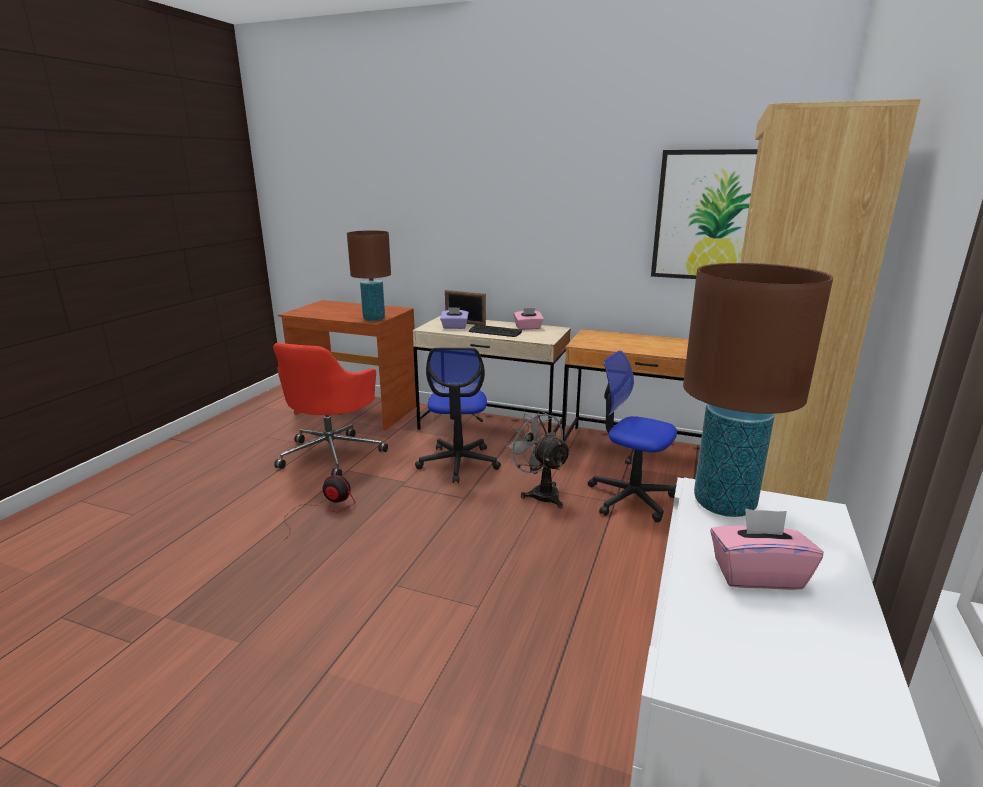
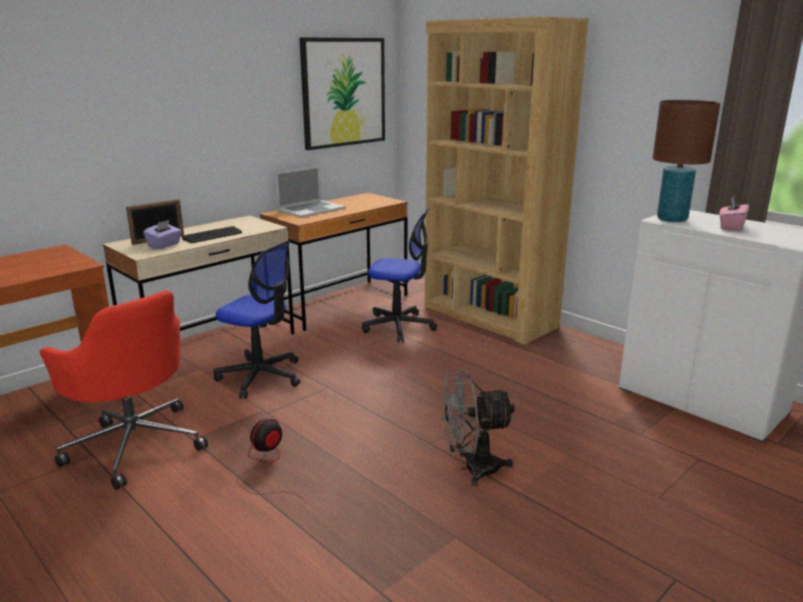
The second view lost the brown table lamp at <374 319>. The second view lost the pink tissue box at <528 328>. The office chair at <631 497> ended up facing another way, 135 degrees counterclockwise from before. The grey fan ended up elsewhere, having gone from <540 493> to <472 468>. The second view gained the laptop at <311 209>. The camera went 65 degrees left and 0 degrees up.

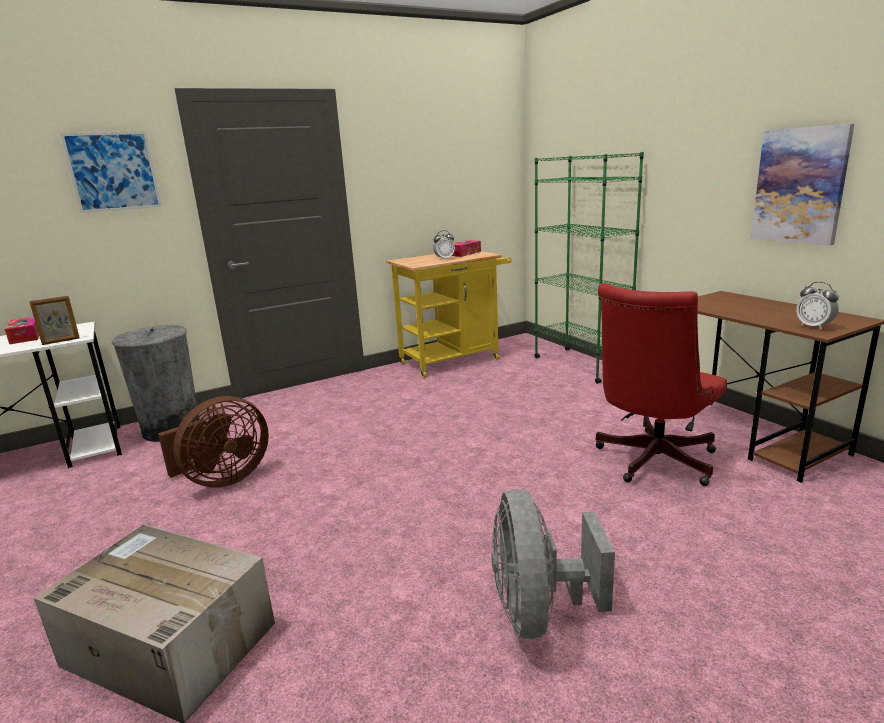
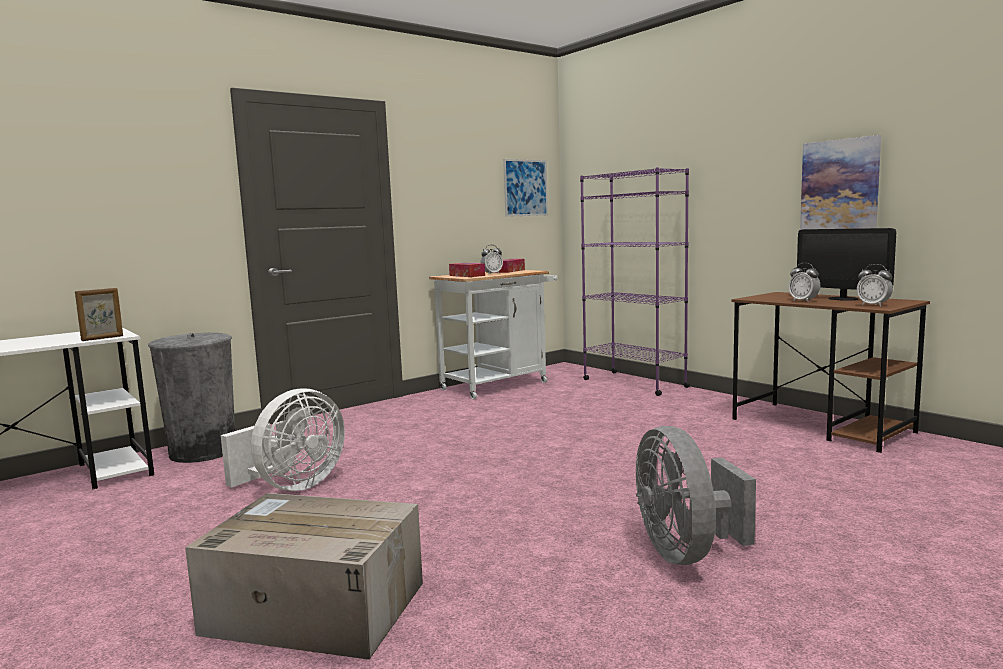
The picture ended up elsewhere, having gone from <113 171> to <525 188>. What was the green bookcase at <581 365> turned into the purple bookcase at <634 383>. What was the yellow cart at <454 360> turned into the white cart at <499 384>. The second view lost the red office chair at <651 462>. The tissue box ended up elsewhere, having gone from <26 337> to <467 275>. What was the brown fan at <222 479> turned into the white fan at <292 486>. The second view gained the monitor at <843 299>. The second view gained the alarm clock at <803 301>. The camera went 10 degrees left and 10 degrees down.

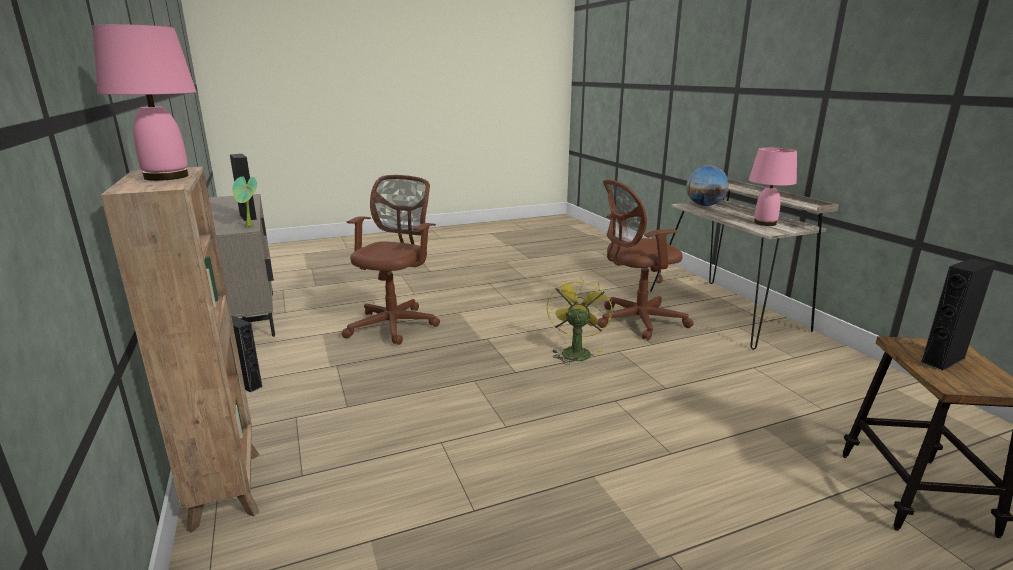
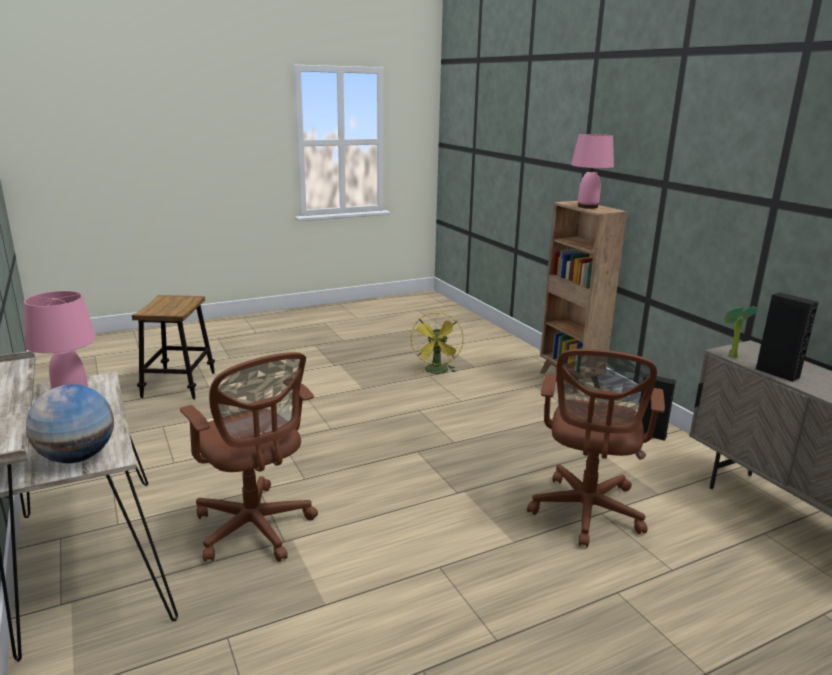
The brown office chair at <636 321> ended up facing another way, 75 degrees clockwise from before. The second view lost the black speaker at <943 360>. The yellow fan ended up elsewhere, having gone from <575 351> to <437 372>. The camera went 175 degrees right and 0 degrees up.

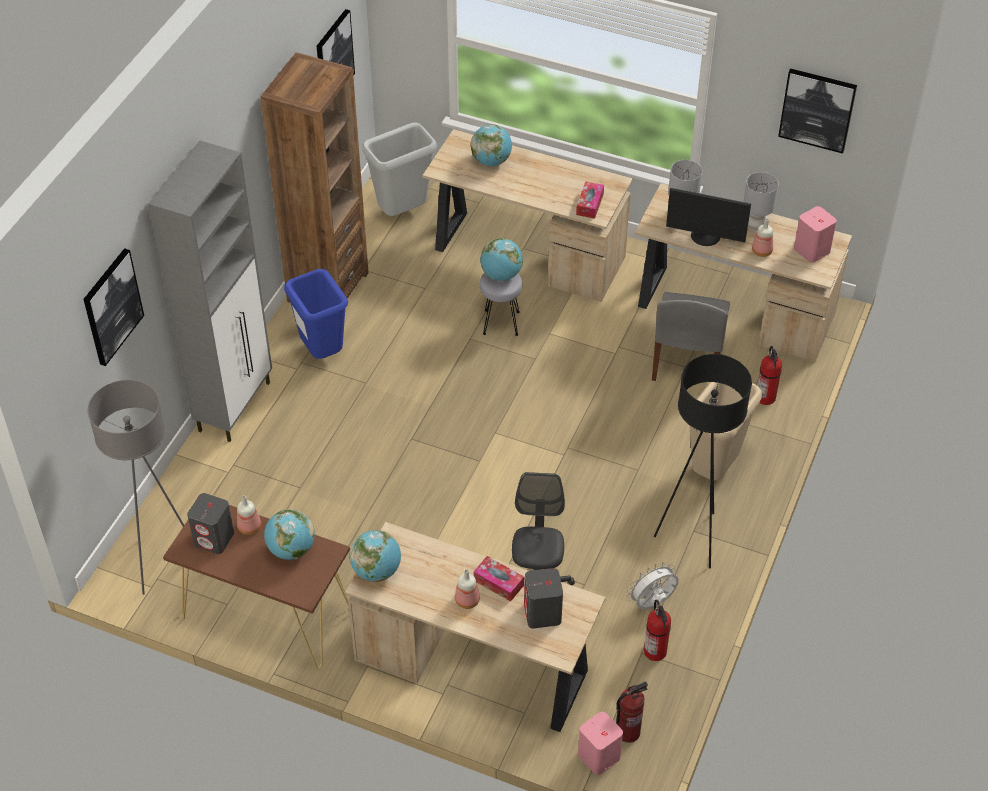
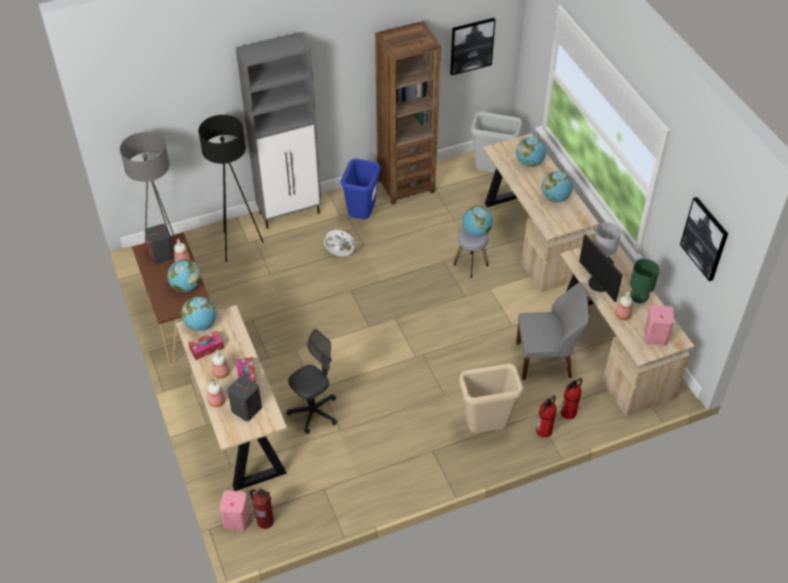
What was the grey table lamp at <755 225> turned into the green table lamp at <639 298>. The tissue box ended up elsewhere, having gone from <589 204> to <207 348>. The second view lost the picture at <112 306>. The grey chair at <686 364> ended up facing another way, 150 degrees counterclockwise from before. The black floor lamp ended up elsewhere, having gone from <693 538> to <238 245>. The white fan ended up elsewhere, having gone from <652 604> to <340 255>. The fire extinguisher ended up elsewhere, having gone from <656 652> to <544 431>. The second view gained the globe at <555 198>. The second view gained the bottle at <216 401>. The camera went 45 degrees right and 0 degrees up.

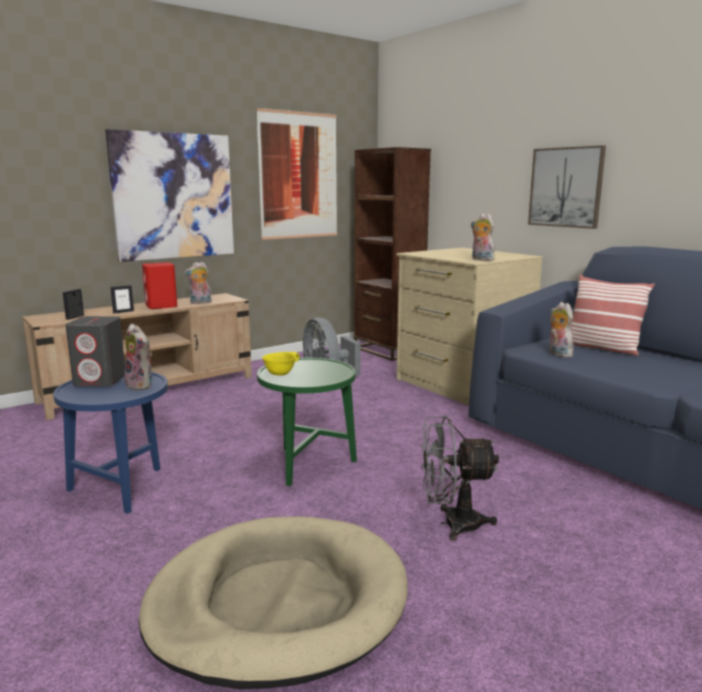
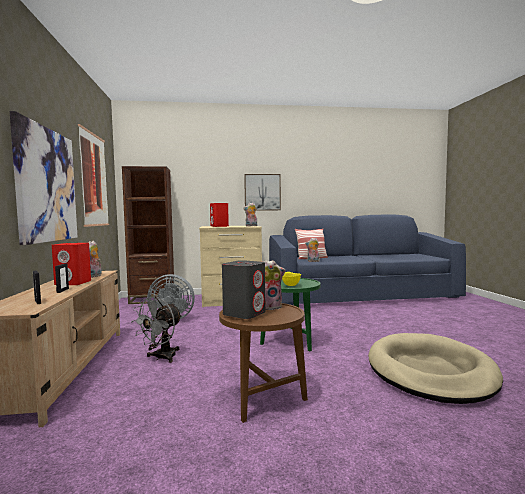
What was the blue side table at <122 487> turned into the brown side table at <262 398>. The grey fan ended up elsewhere, having gone from <452 524> to <161 358>. The second view gained the red speaker at <219 226>. The camera went 60 degrees left and 10 degrees down.

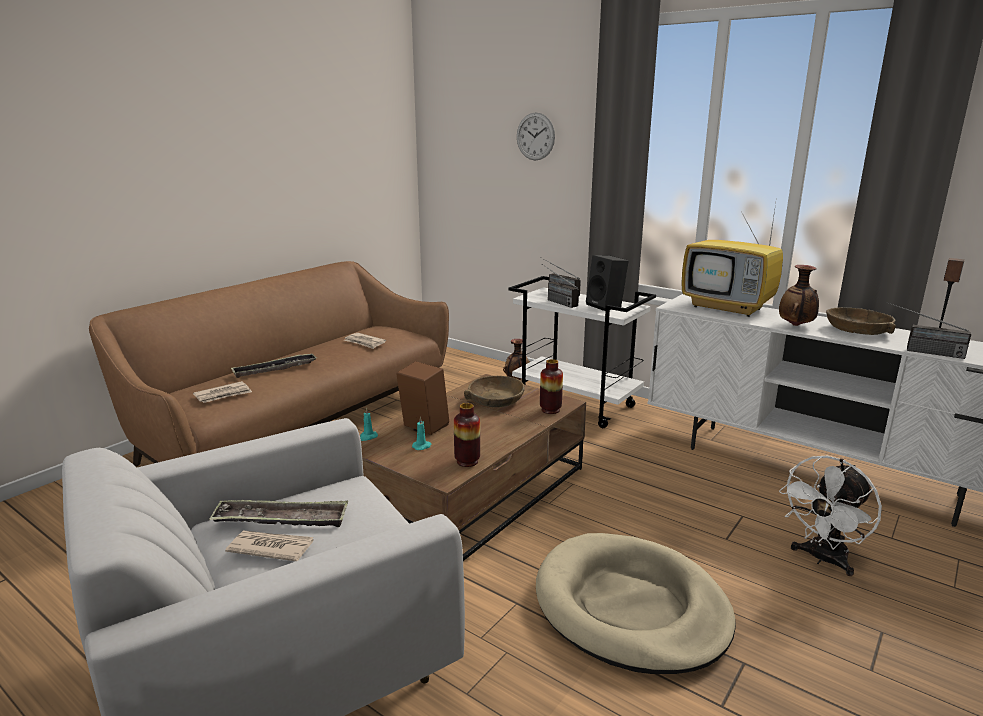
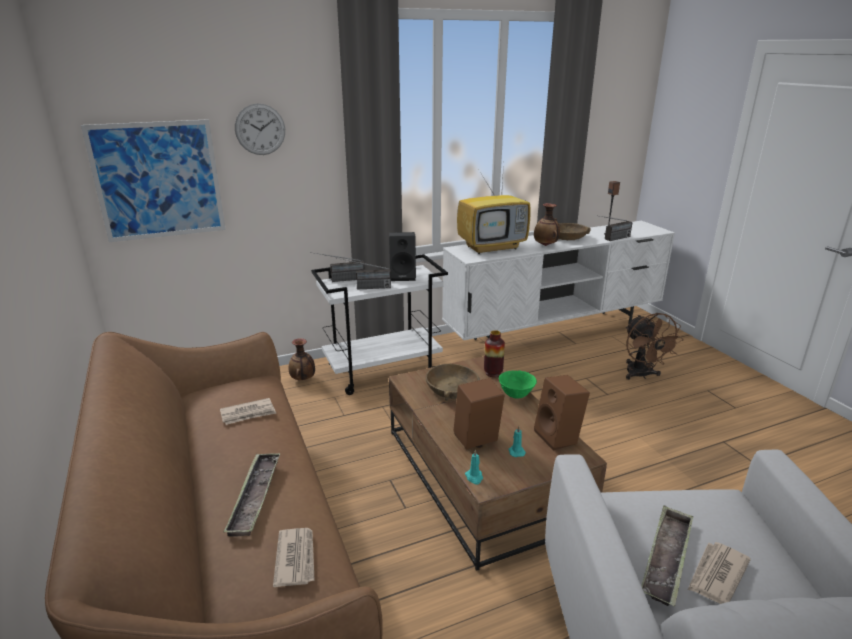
Where the vase stood at <467 461>, the brown speaker came to stand at <559 437>. What was the white fan at <822 559> turned into the brown fan at <641 375>. The second view lost the beige dog bed at <630 607>. The second view gained the picture at <158 180>. The second view gained the green bowl at <516 395>. The camera went 60 degrees left and 5 degrees up.

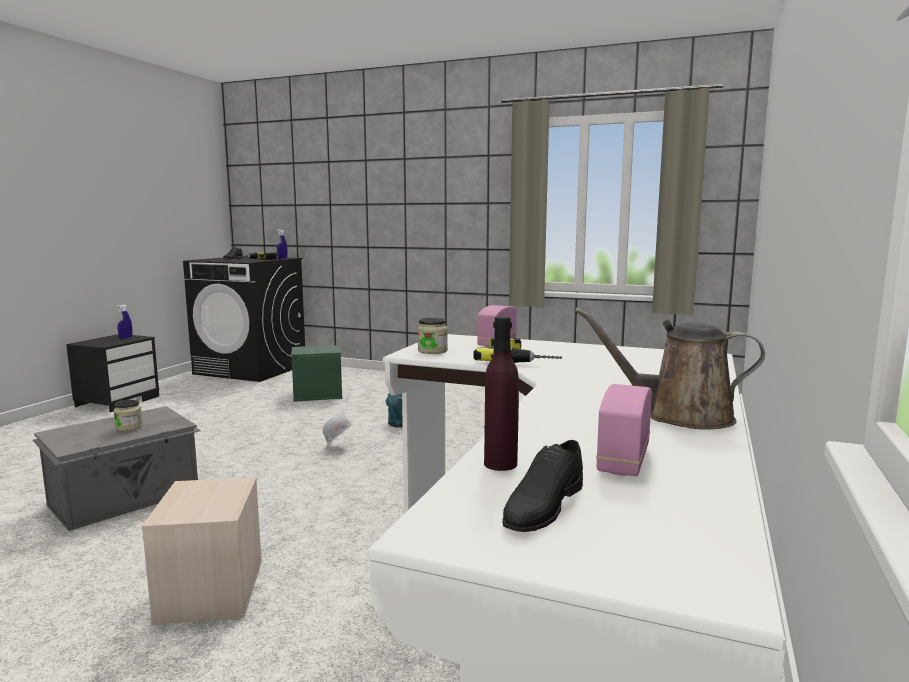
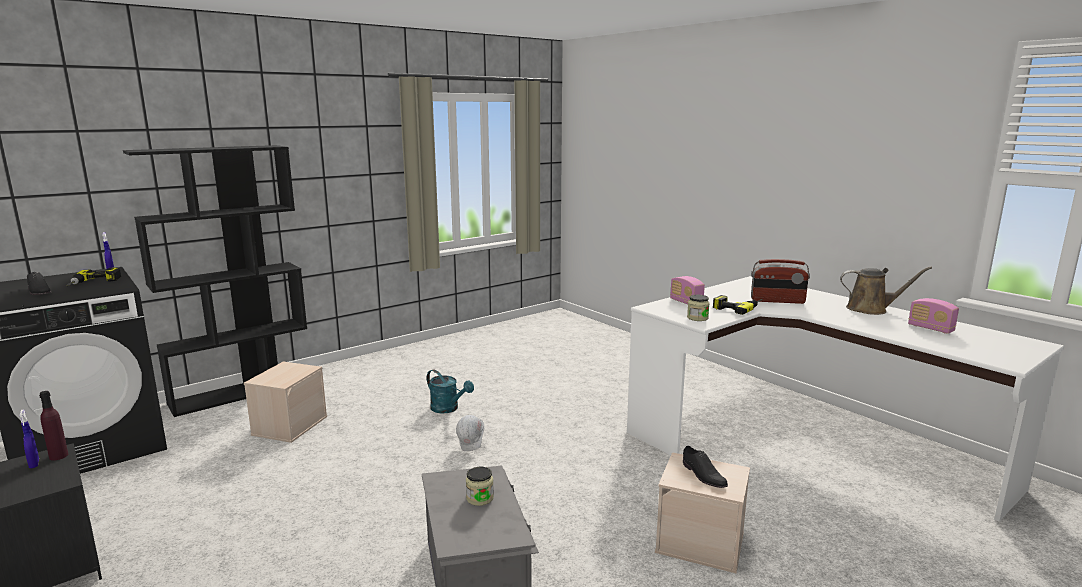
The brown watering can at <679 416> ended up facing another way, 120 degrees counterclockwise from before. The purple bottle ended up elsewhere, having gone from <500 464> to <58 456>. What was the green storage box at <318 394> turned into the beige storage box at <290 425>. The black shoe ended up elsewhere, having gone from <543 504> to <703 475>. The second view gained the black bookcase at <243 392>. The second view gained the radio at <777 301>. The camera went 60 degrees left and 5 degrees up.

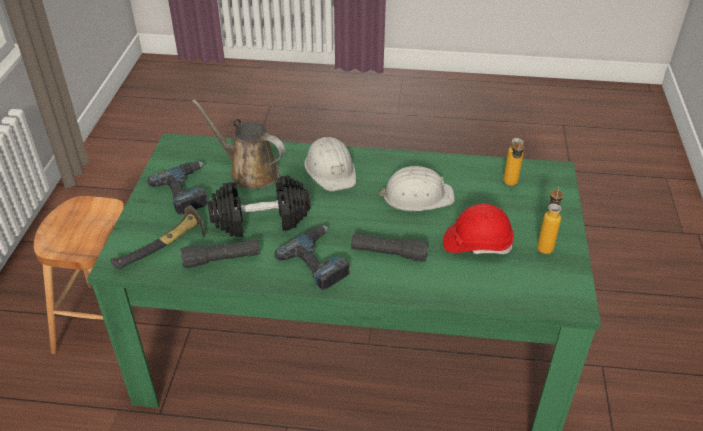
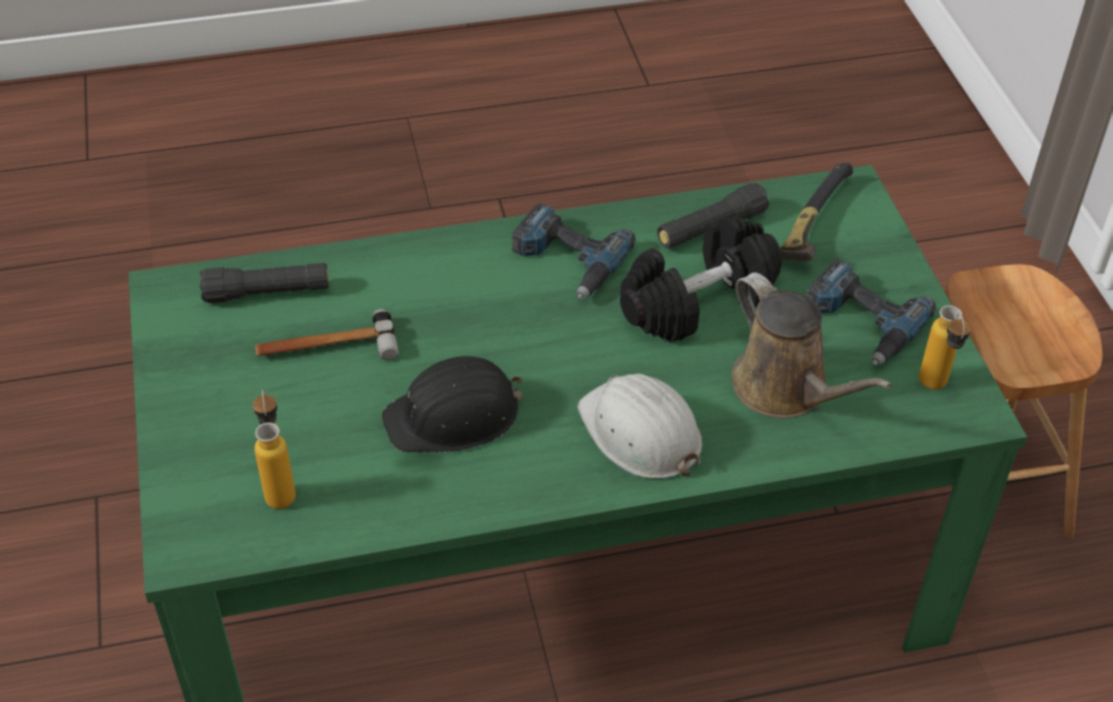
The brown watering can at <250 171> ended up facing another way, 45 degrees clockwise from before. What was the white hard hat at <417 196> turned into the black hard hat at <454 416>. The bottle ended up elsewhere, having gone from <545 244> to <935 389>. Where the red hard hat stood at <477 244>, the hammer came to stand at <326 348>. The black flashlight ended up elsewhere, having gone from <389 253> to <267 293>. The camera went 160 degrees right and 5 degrees up.

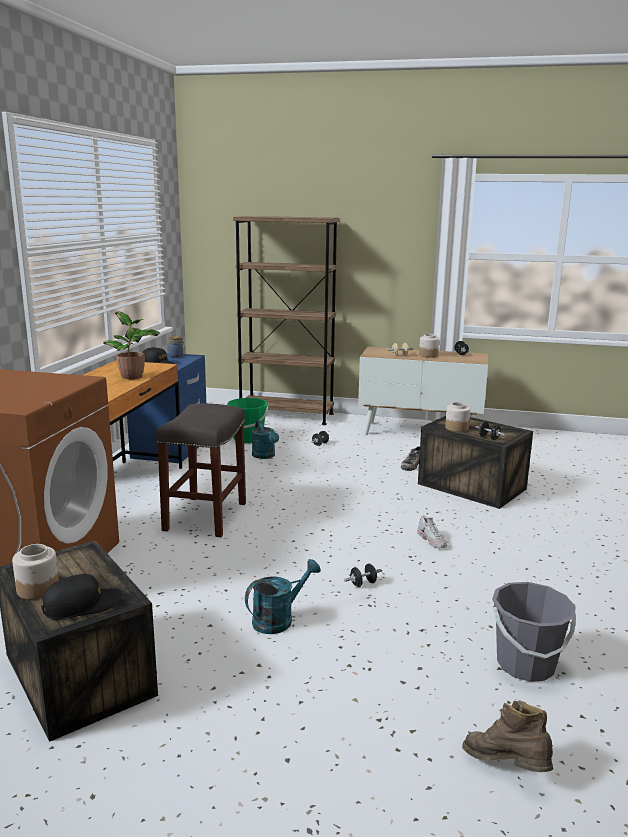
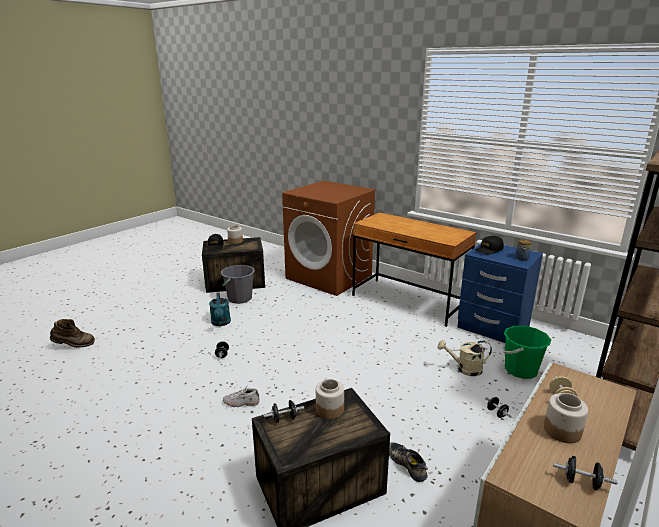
The second view lost the potted plant at <133 377>. The second view lost the grey stool at <205 517>. What was the turquoise watering can at <265 456> turned into the beige watering can at <464 369>. The grey bucket ended up elsewhere, having gone from <525 665> to <240 298>. The camera went 115 degrees right and 5 degrees up.

